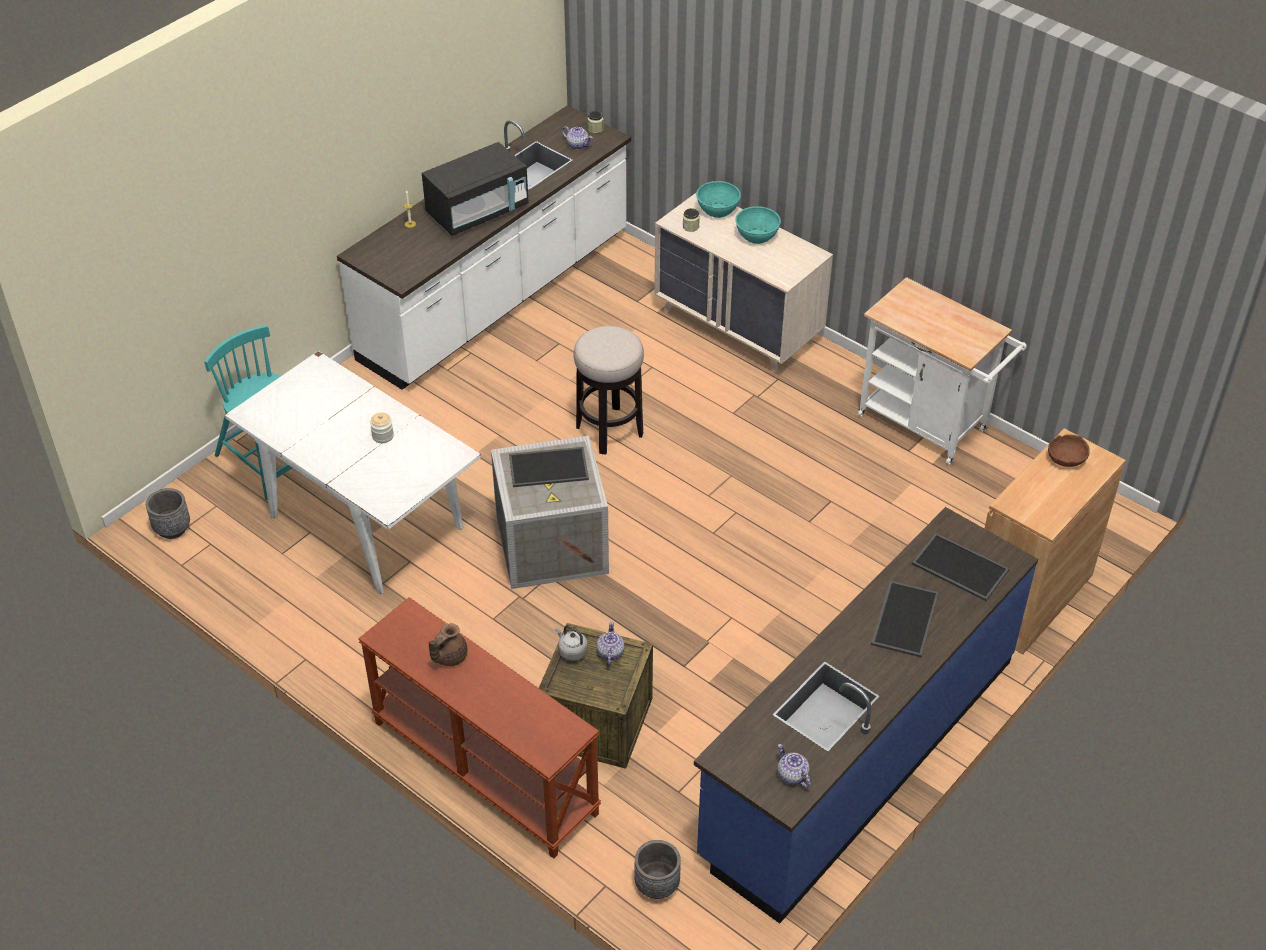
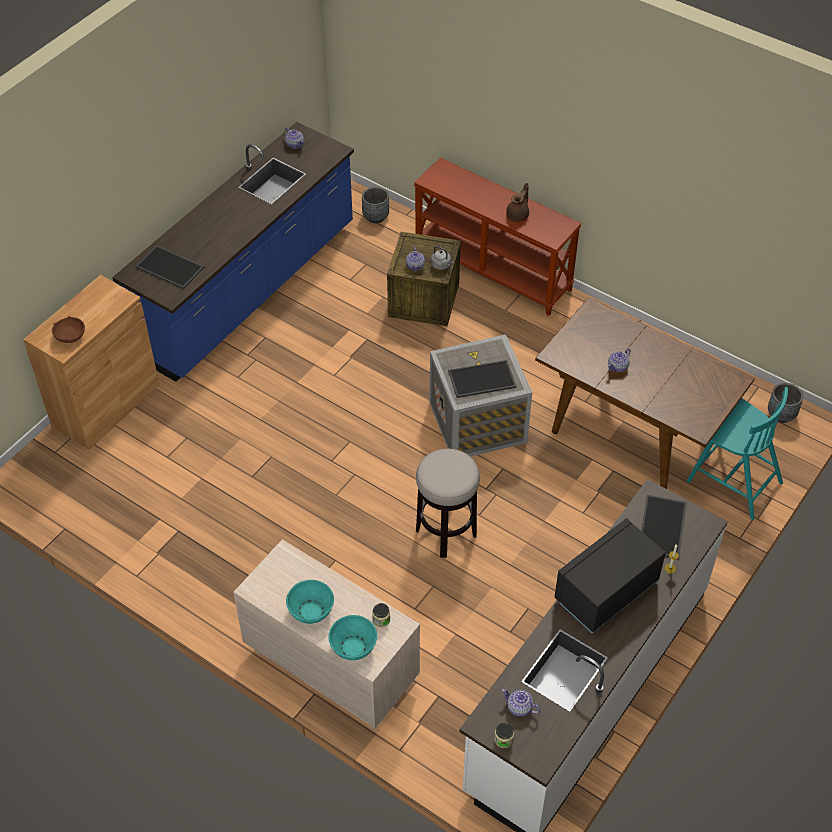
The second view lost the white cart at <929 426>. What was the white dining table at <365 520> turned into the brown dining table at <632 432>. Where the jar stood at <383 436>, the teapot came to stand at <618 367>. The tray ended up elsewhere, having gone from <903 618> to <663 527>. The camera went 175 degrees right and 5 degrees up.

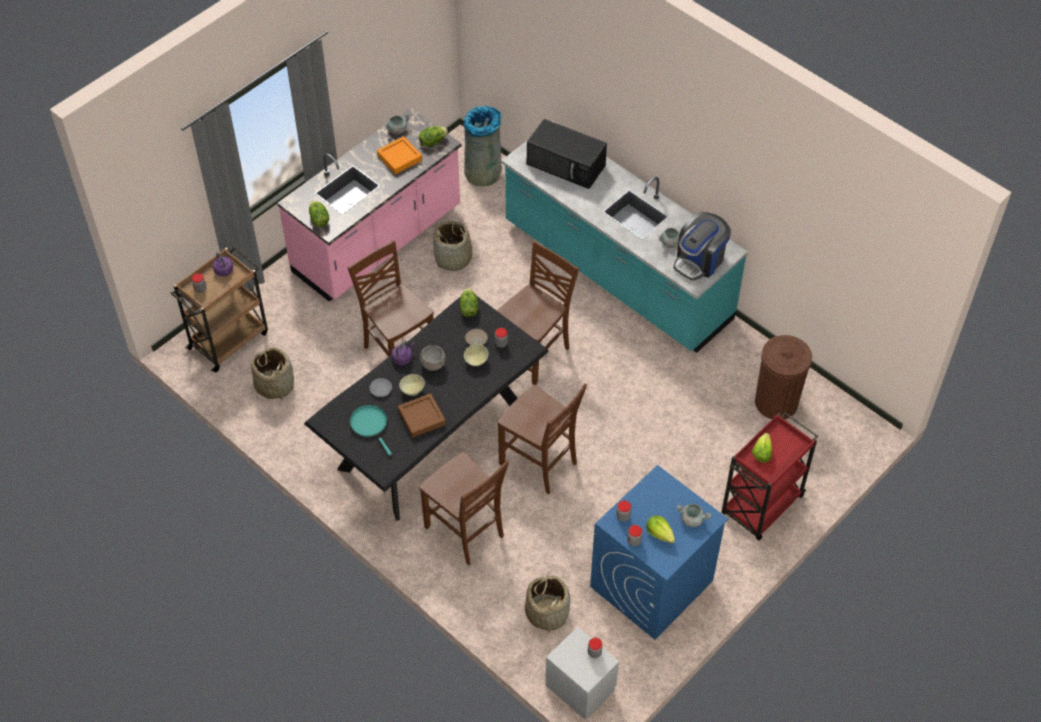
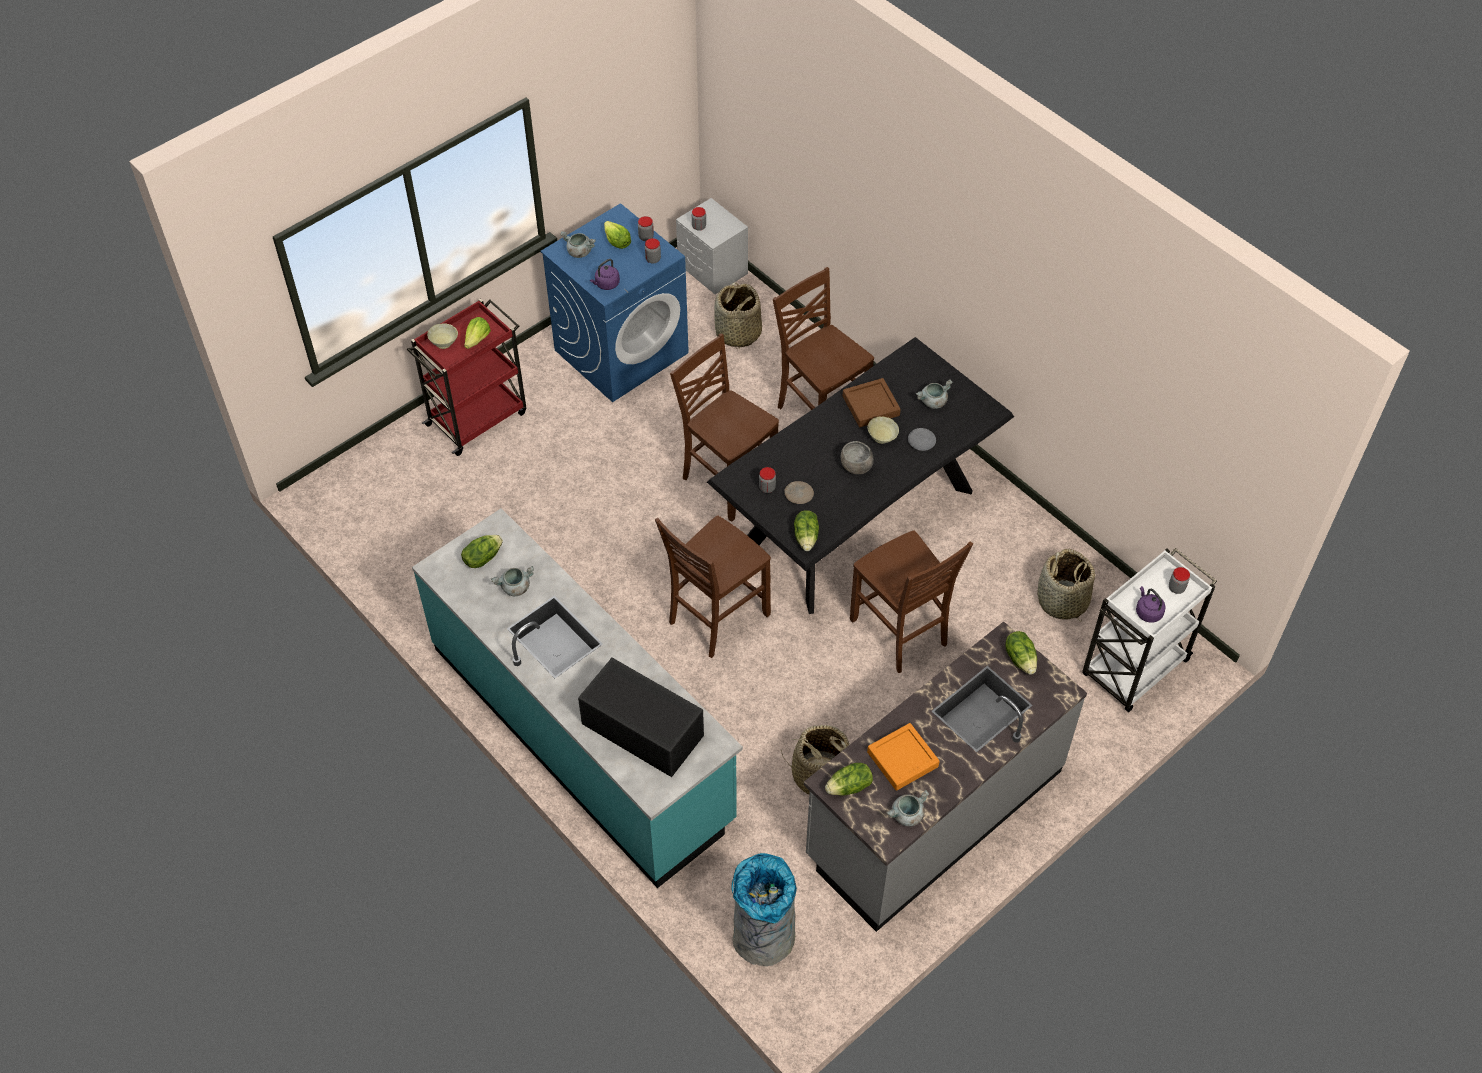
What was the pink counter at <378 241> turned into the grey counter at <933 813>. Where the coffee machine stood at <699 260>, the lettuce came to stand at <482 558>. What was the brown cart at <229 339> turned into the white cart at <1133 669>. The second view lost the brown trash can at <776 402>. The purple kettle ended up elsewhere, having gone from <403 358> to <606 284>. The beige bowl ended up elsewhere, having gone from <476 361> to <444 343>. Where the turquoise frying pan stood at <370 425>, the grey cooking pot came to stand at <933 402>. The camera went 175 degrees left and 0 degrees up.

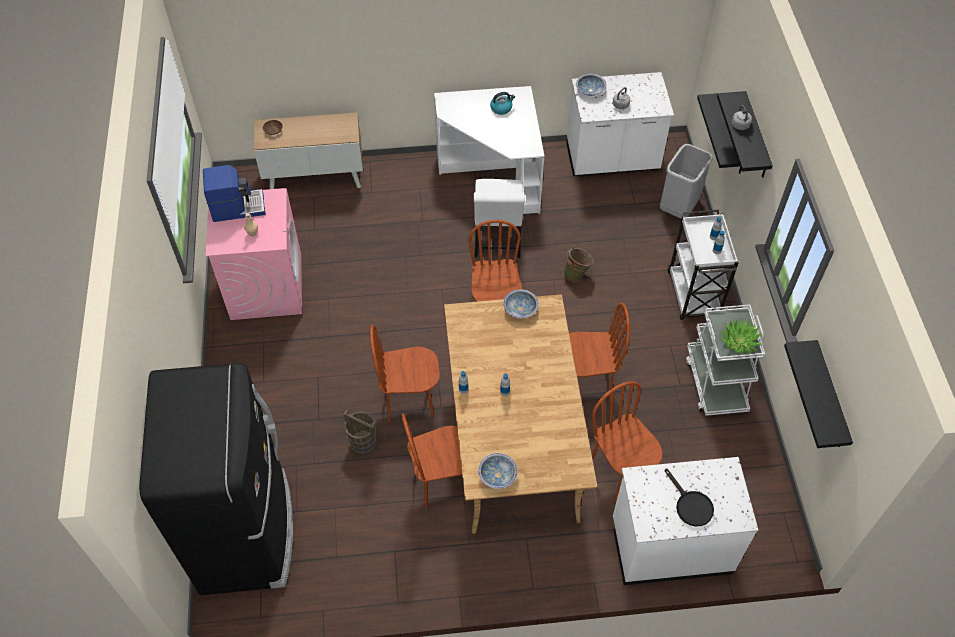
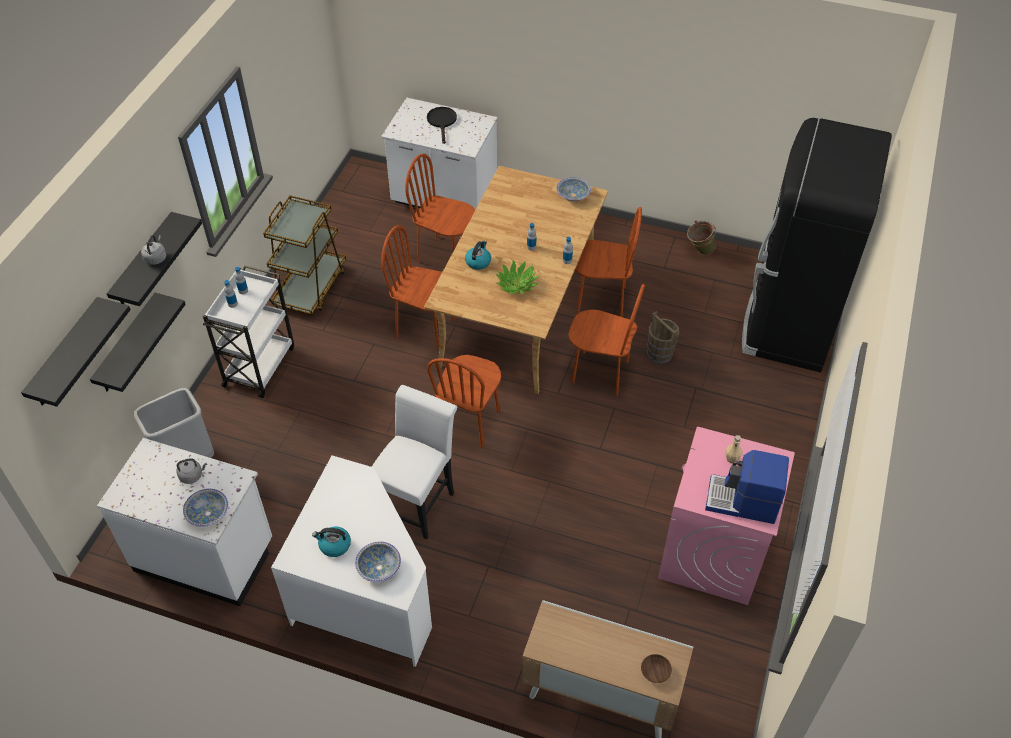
The green bucket ended up elsewhere, having gone from <577 274> to <699 251>. The bowl ended up elsewhere, having gone from <520 309> to <378 567>. What was the white cart at <715 383> turned into the brown cart at <311 287>. The potted plant ended up elsewhere, having gone from <739 341> to <517 284>. The black shelf ended up elsewhere, having gone from <830 397> to <65 354>. The brown chair at <620 472> ended up facing another way, 120 degrees clockwise from before. The second view gained the kettle at <478 262>. The camera went 155 degrees left and 5 degrees down.

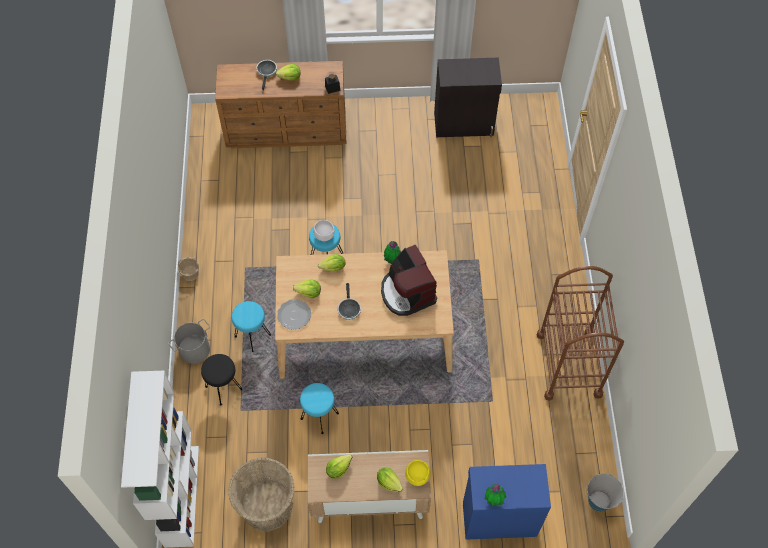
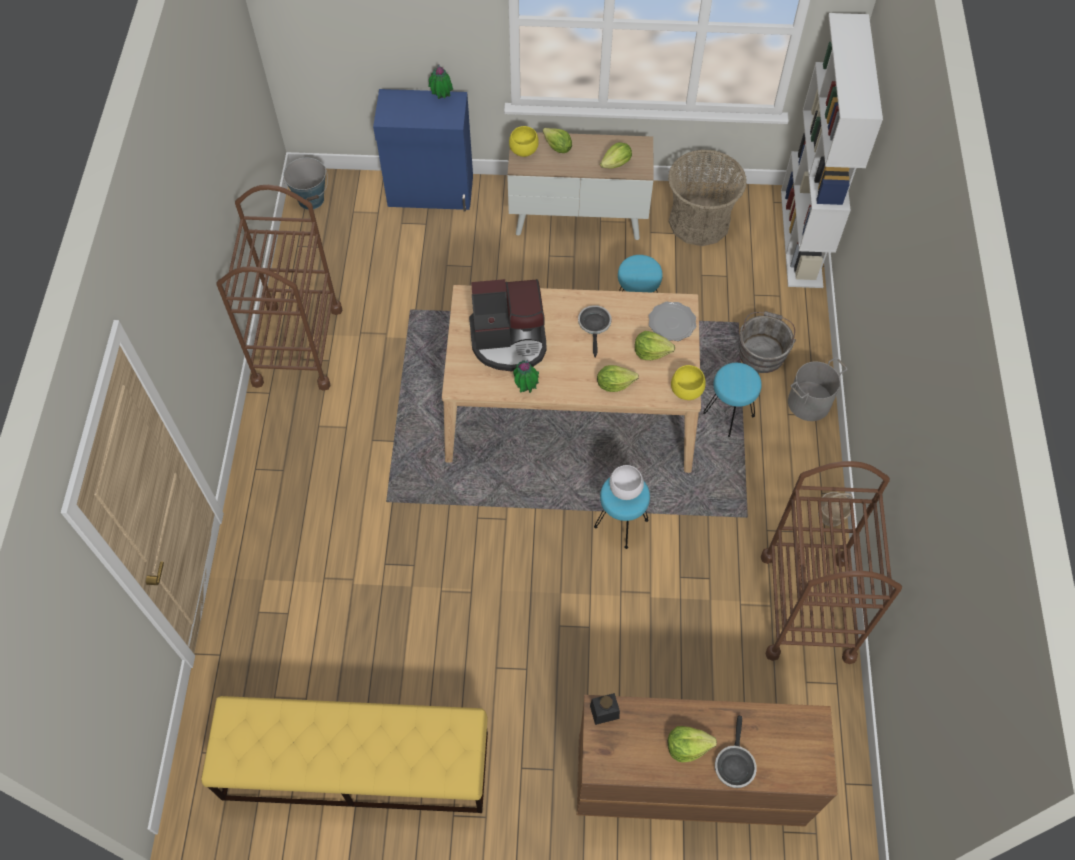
Where the black cabinet stood at <464 125>, the yellow bench came to stand at <355 766>. The coffee machine at <407 292> ended up facing another way, 105 degrees clockwise from before. Where the black stool stood at <224 387>, the grey bucket came to stand at <762 351>. The second view gained the yellow bowl at <685 391>. The second view gained the brown cart at <807 606>. The camera went 175 degrees left and 0 degrees up.

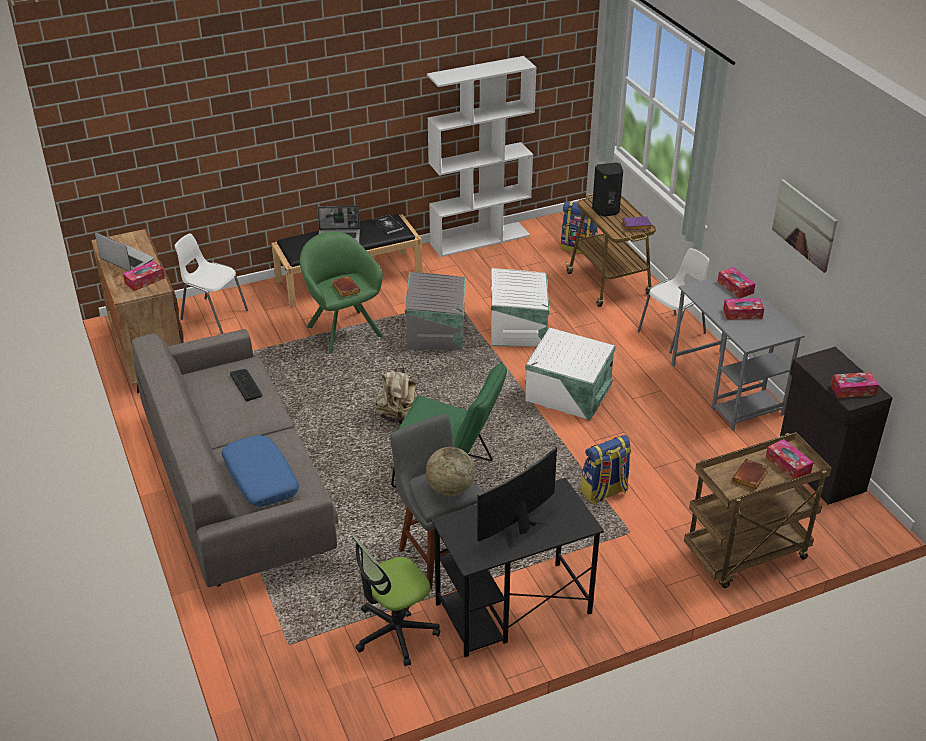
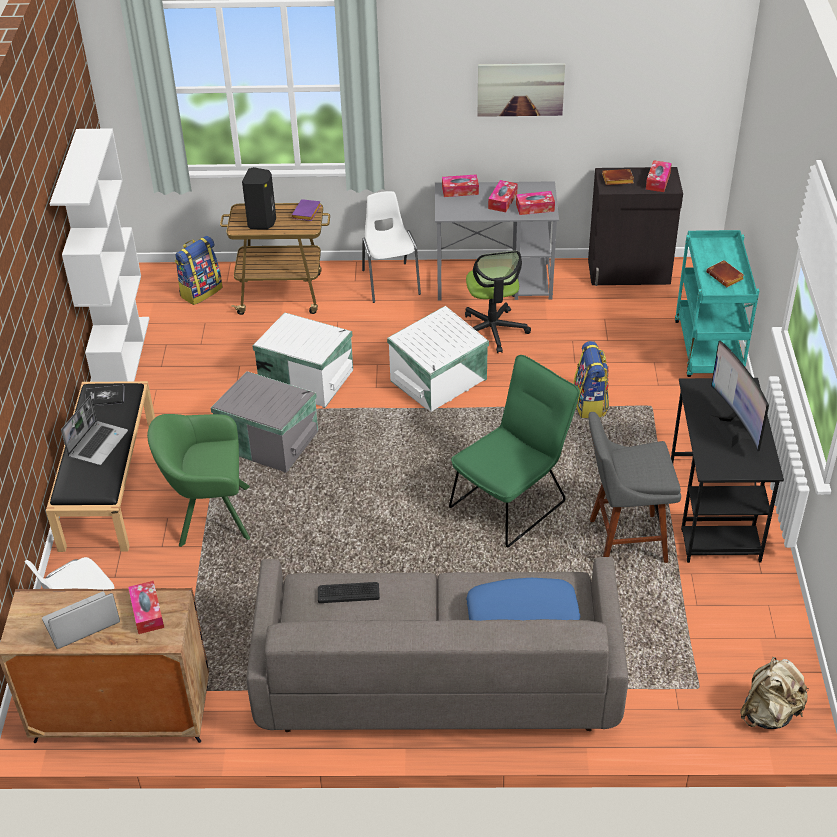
The brown book ended up elsewhere, having gone from <345 289> to <617 180>. The beige backpack ended up elsewhere, having gone from <398 416> to <769 713>. What was the brown cart at <745 556> turned into the turquoise cart at <709 350>. The tissue box ended up elsewhere, having gone from <788 465> to <535 208>. The second view lost the globe at <450 489>. The office chair ended up elsewhere, having gone from <395 632> to <492 330>. The camera went 65 degrees left and 5 degrees up.

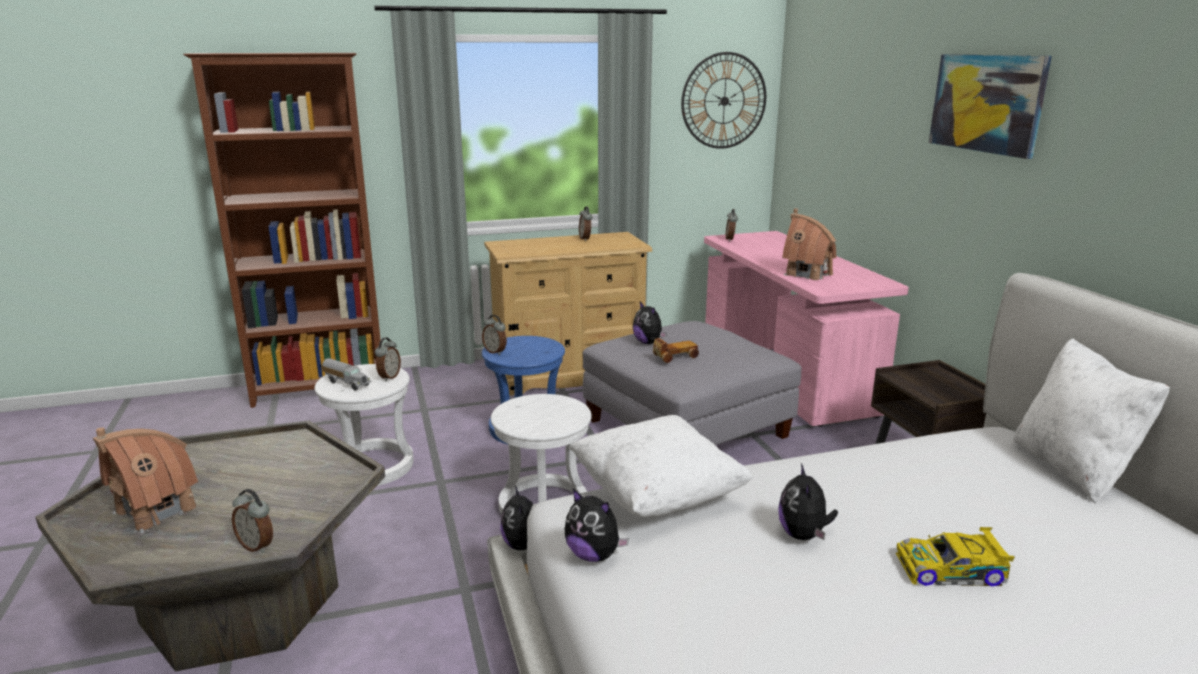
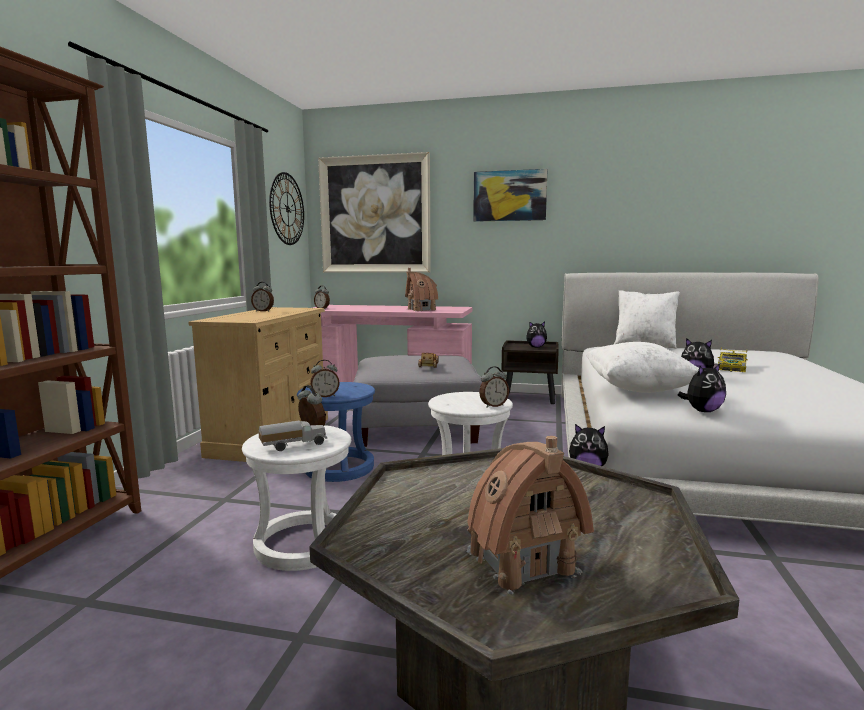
The plush toy ended up elsewhere, having gone from <648 342> to <536 347>. The alarm clock ended up elsewhere, having gone from <257 546> to <493 406>. The second view gained the picture at <375 215>. The camera went 60 degrees left and 10 degrees down.

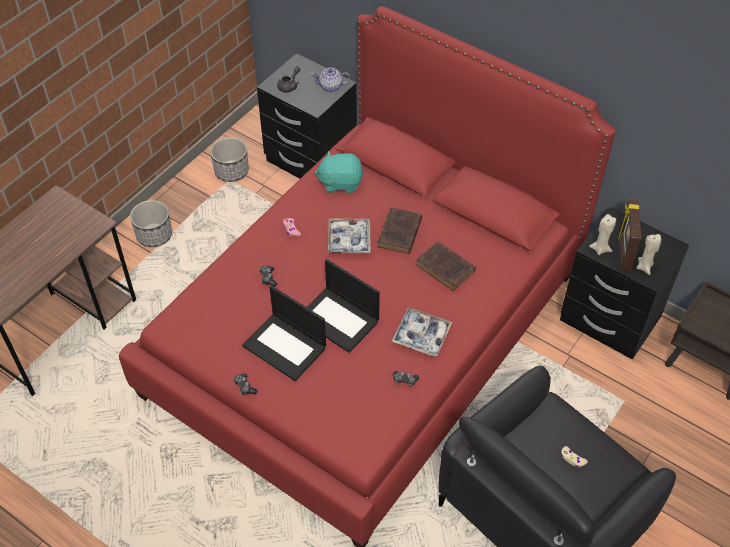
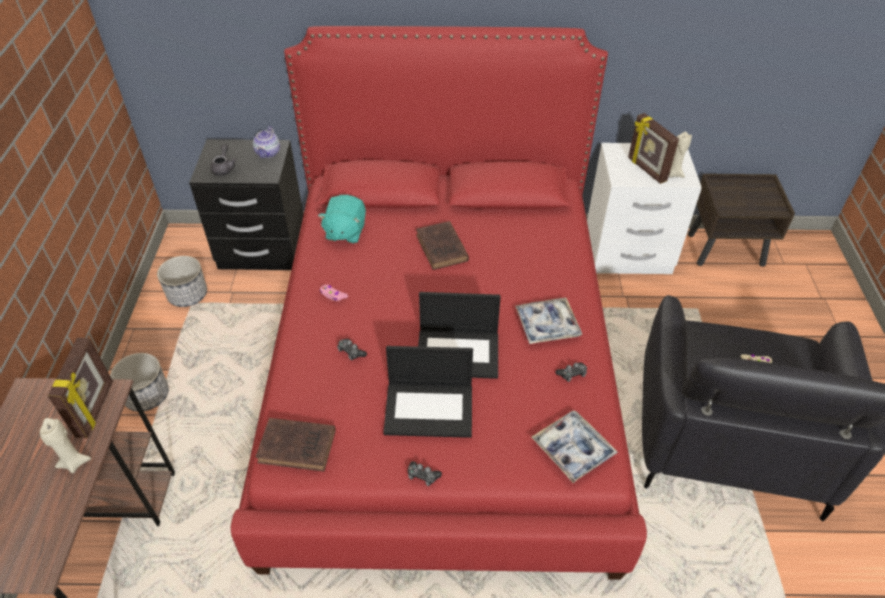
The teapot at <331 87> ended up facing another way, 45 degrees counterclockwise from before. The turquoise plush toy at <340 182> ended up facing another way, 45 degrees counterclockwise from before. What was the black nightstand at <609 320> turned into the white nightstand at <627 253>. The beige candle ended up elsewhere, having gone from <600 249> to <74 462>. The tray ended up elsewhere, having gone from <349 239> to <573 450>. The brown book ended up elsewhere, having gone from <446 269> to <299 447>. The second view gained the picture frame at <96 409>. The camera went 35 degrees left and 5 degrees down.

